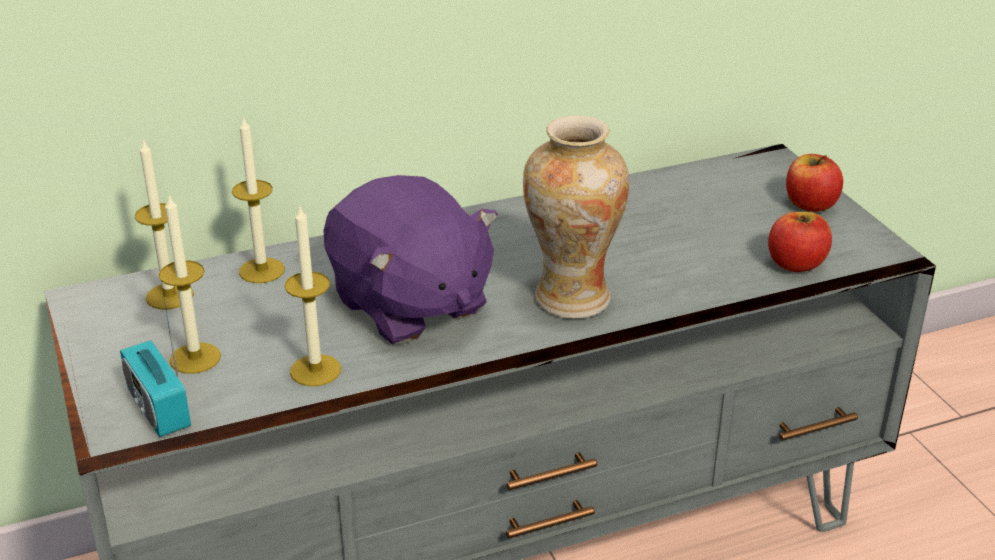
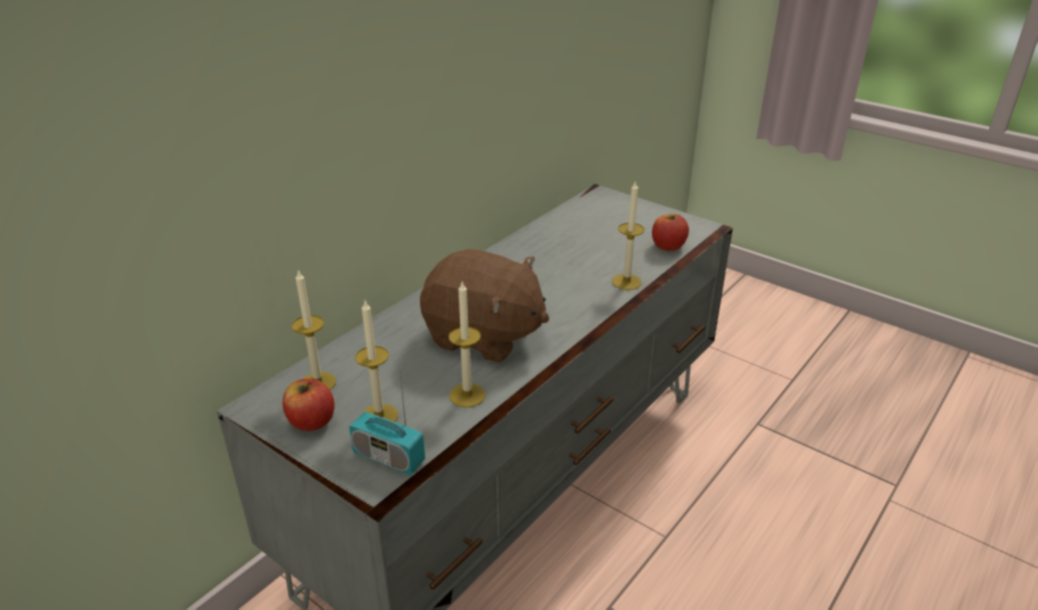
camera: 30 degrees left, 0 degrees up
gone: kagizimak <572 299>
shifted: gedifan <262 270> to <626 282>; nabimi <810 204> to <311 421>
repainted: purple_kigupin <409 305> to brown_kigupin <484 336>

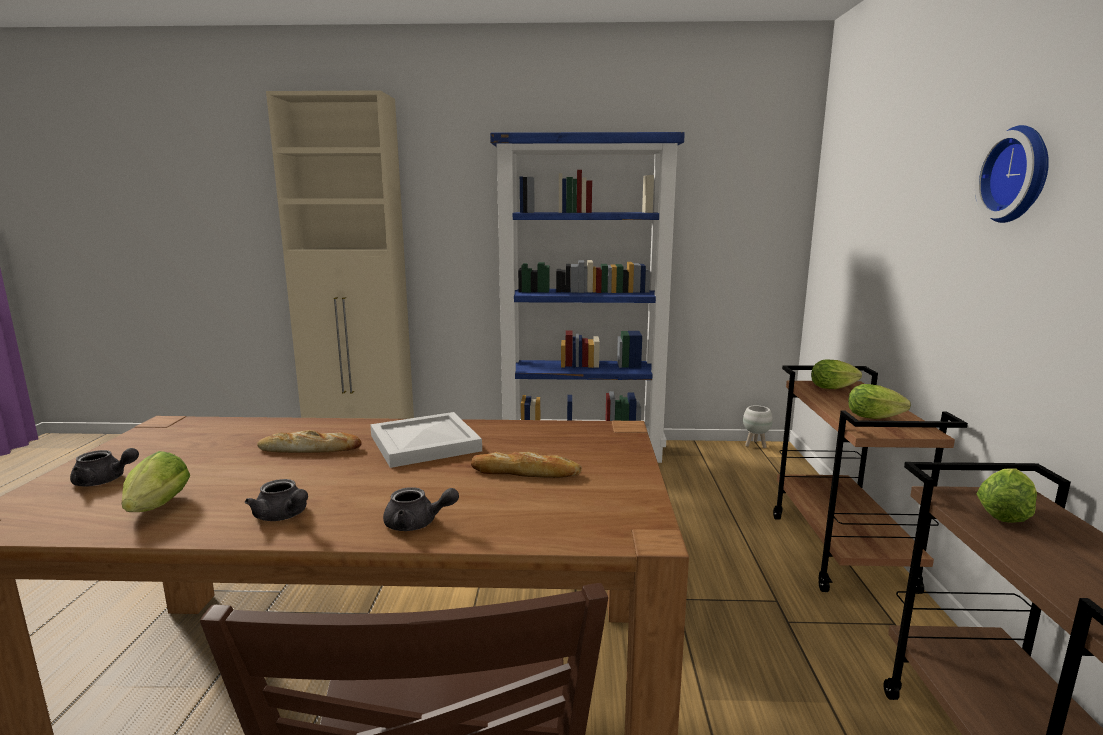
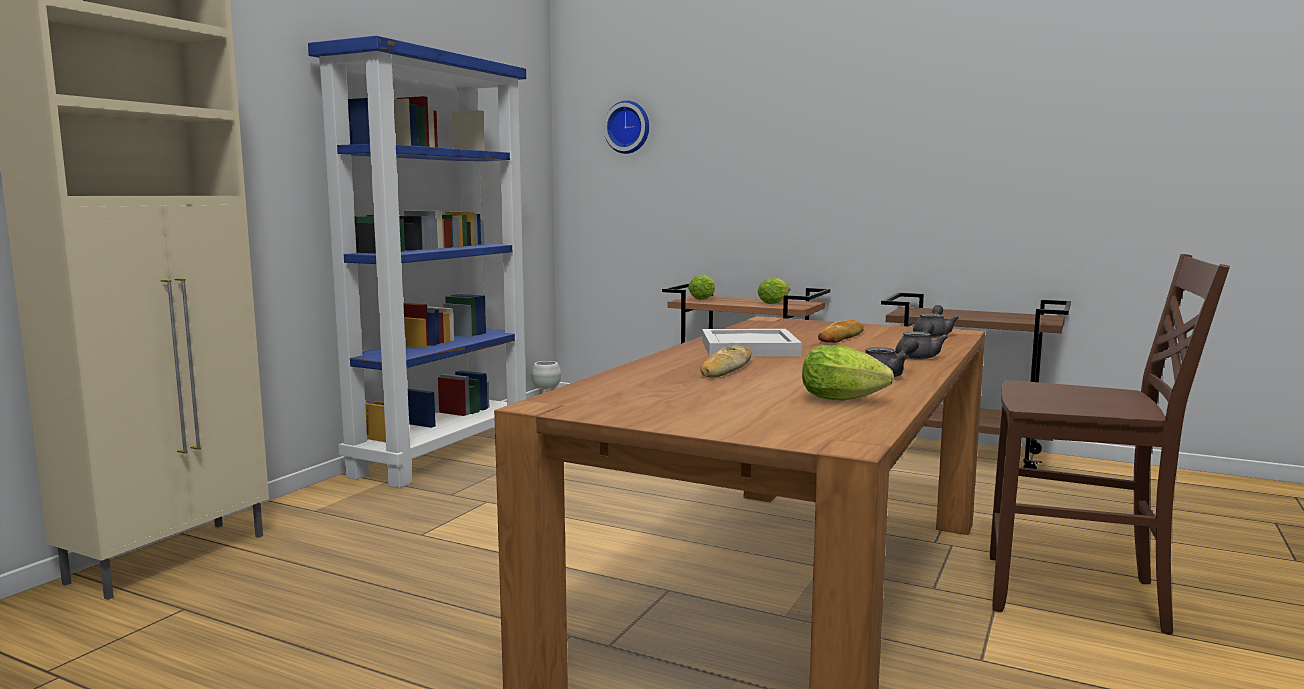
camera: 65 degrees left, 5 degrees down
gone: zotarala <1004 513>
shifted: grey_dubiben <104 481> to <933 335>; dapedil <1019 175> to <628 127>

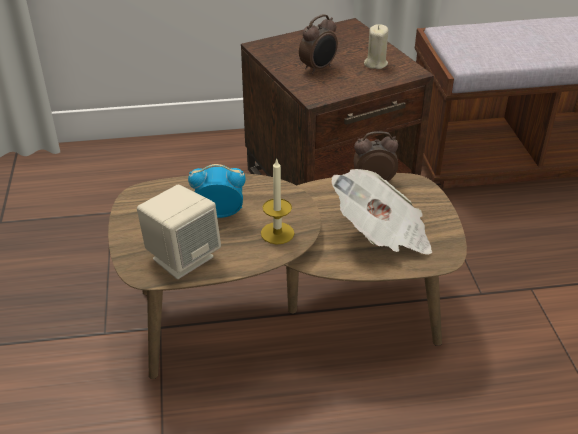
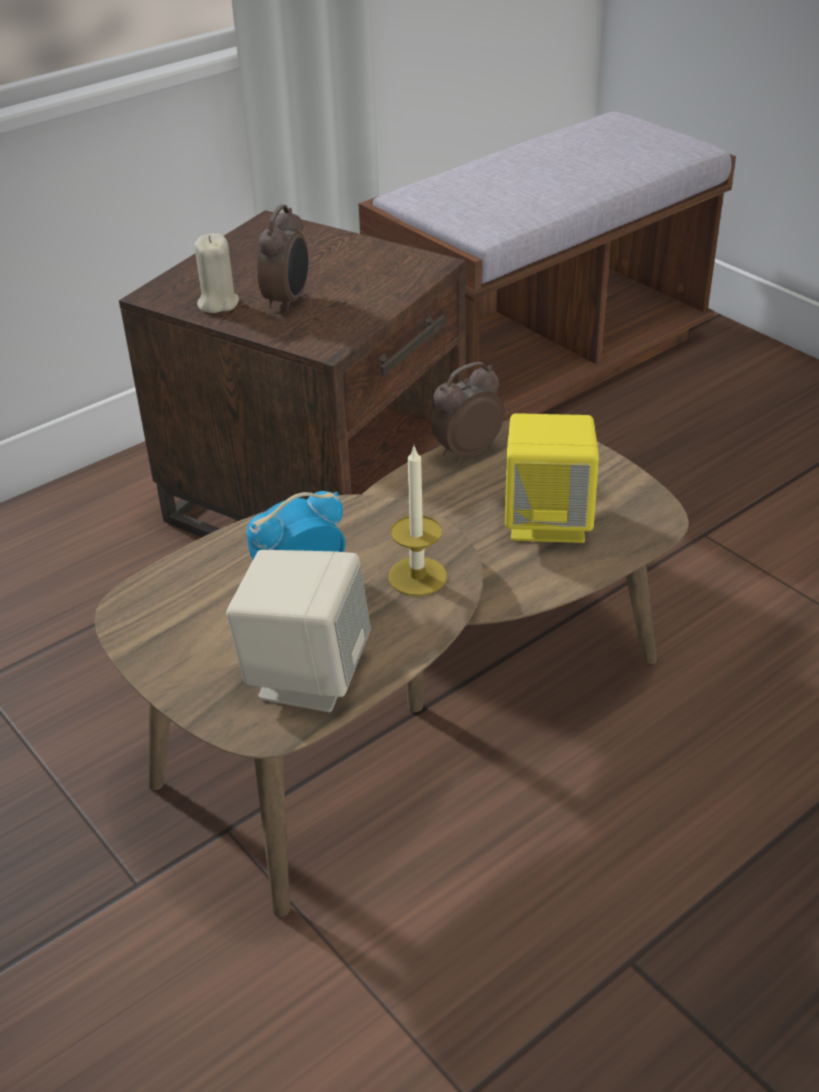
camera: 30 degrees left, 0 degrees up
shifted: beige_gedifan <375 63> to <218 303>
swapped: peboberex <382 234> to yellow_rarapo <548 521>

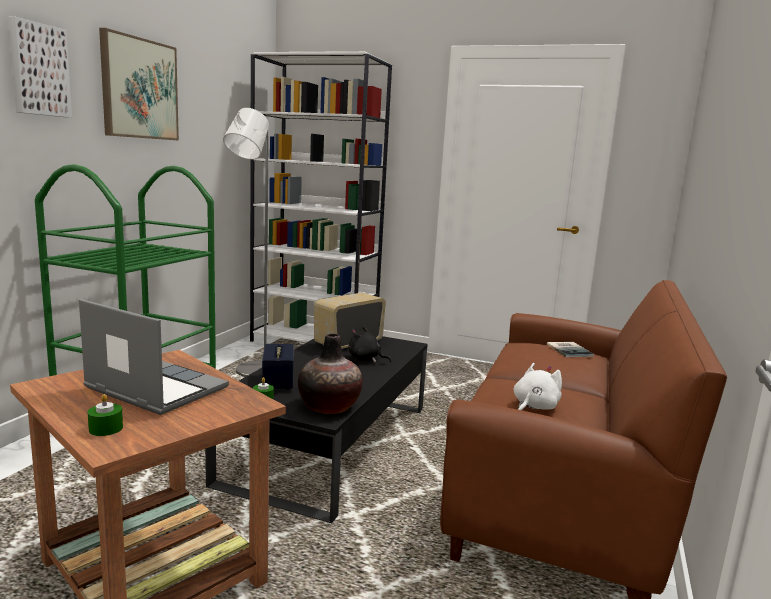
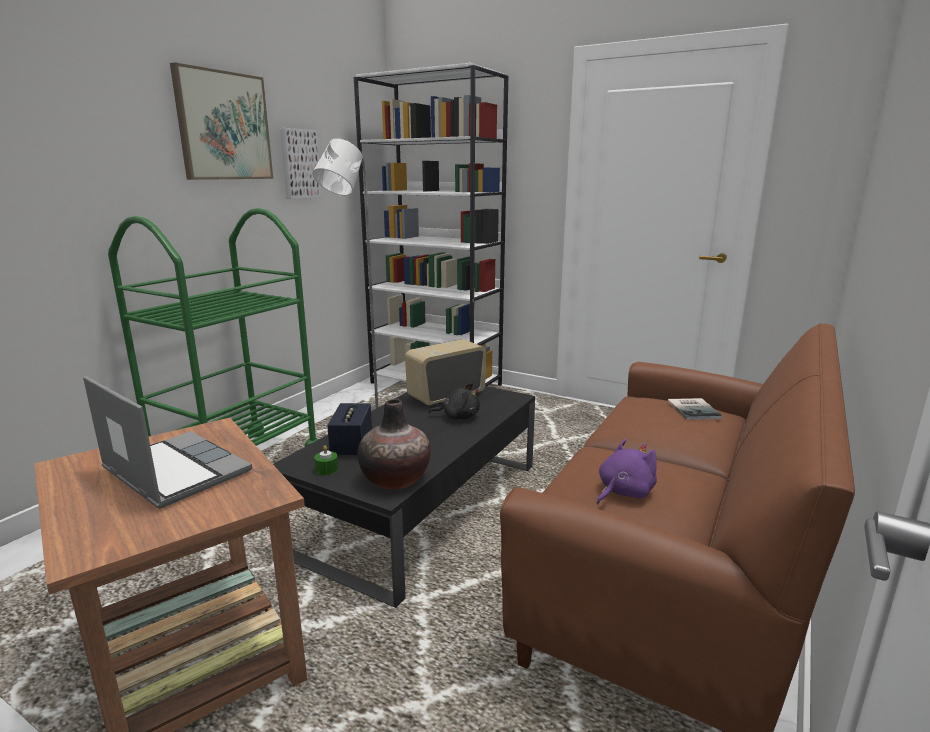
camera: 10 degrees right, 5 degrees up
gone: green_gedifan <106 428>
shifted: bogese <38 70> to <299 164>
repainted: white_kigupin <534 406> to purple_kigupin <623 492>
rotated: black_kigupin <366 359> = <458 416> 150 degrees clockwise

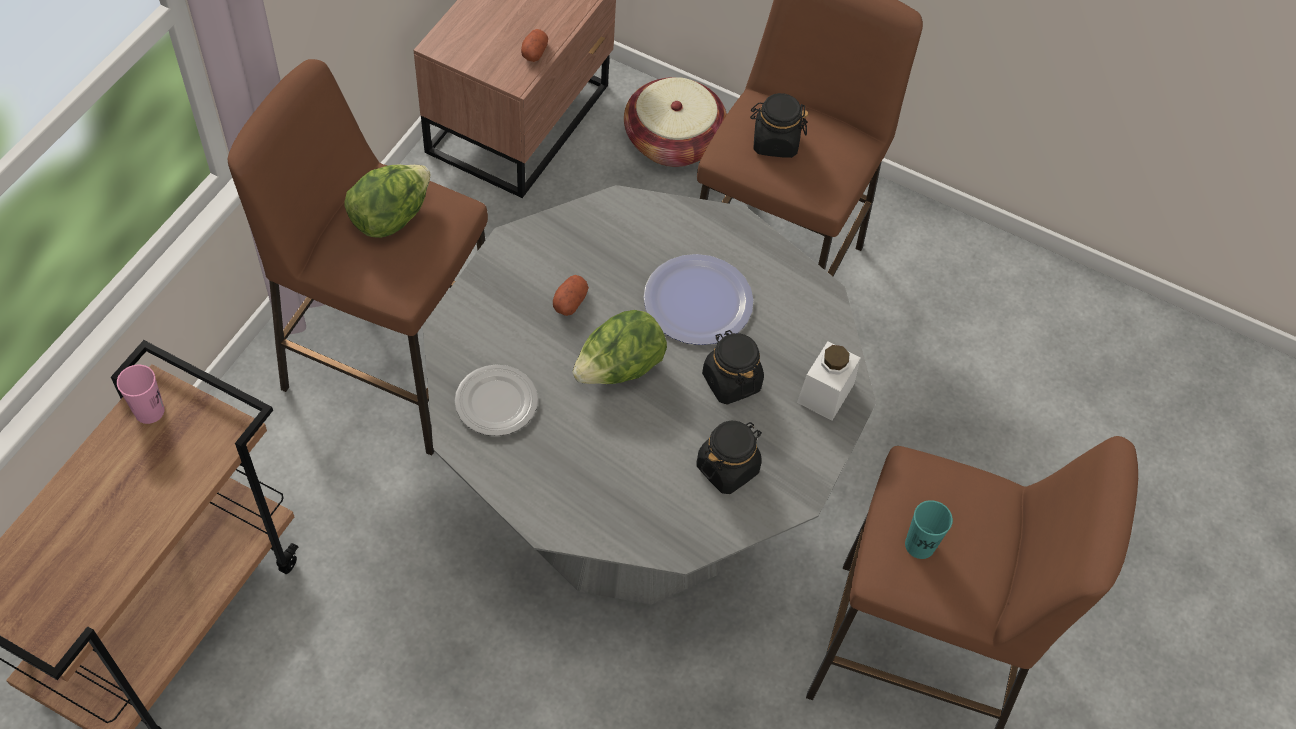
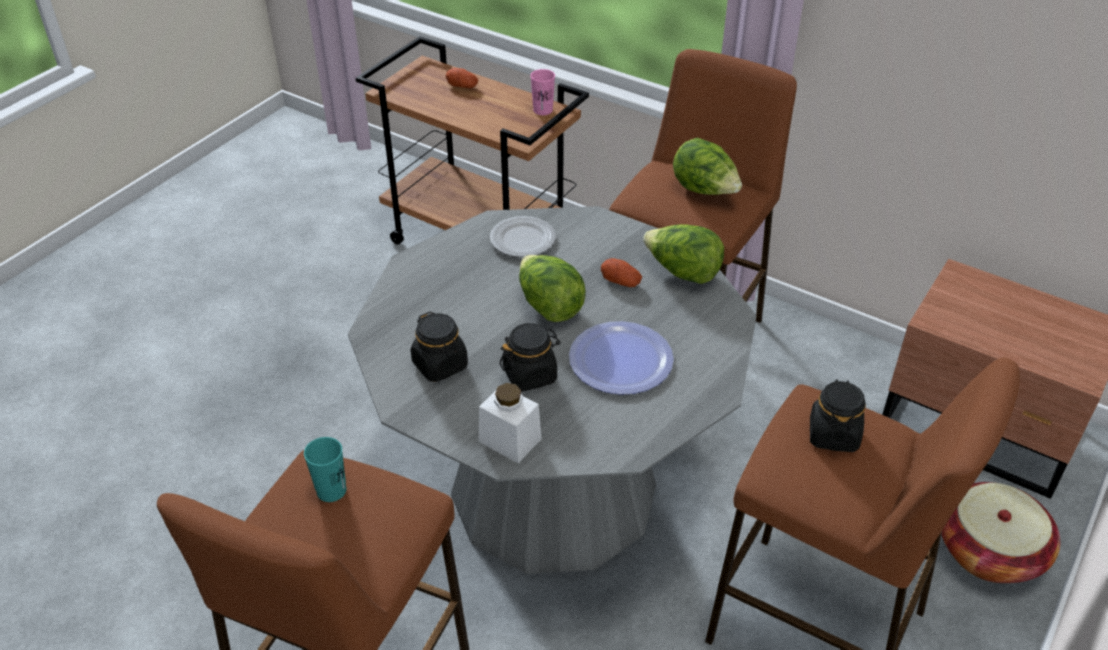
camera: 100 degrees right, 15 degrees down
new: zotarala <682 273>
shifted: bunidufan <534 52> to <462 86>

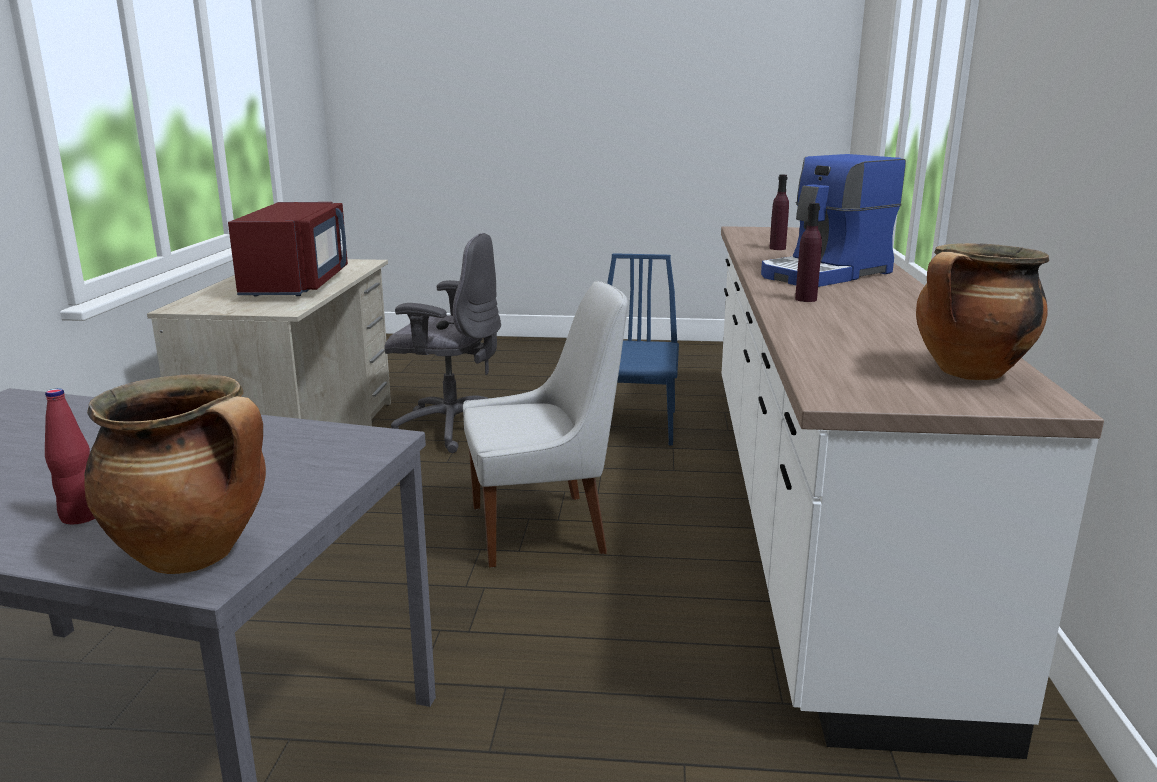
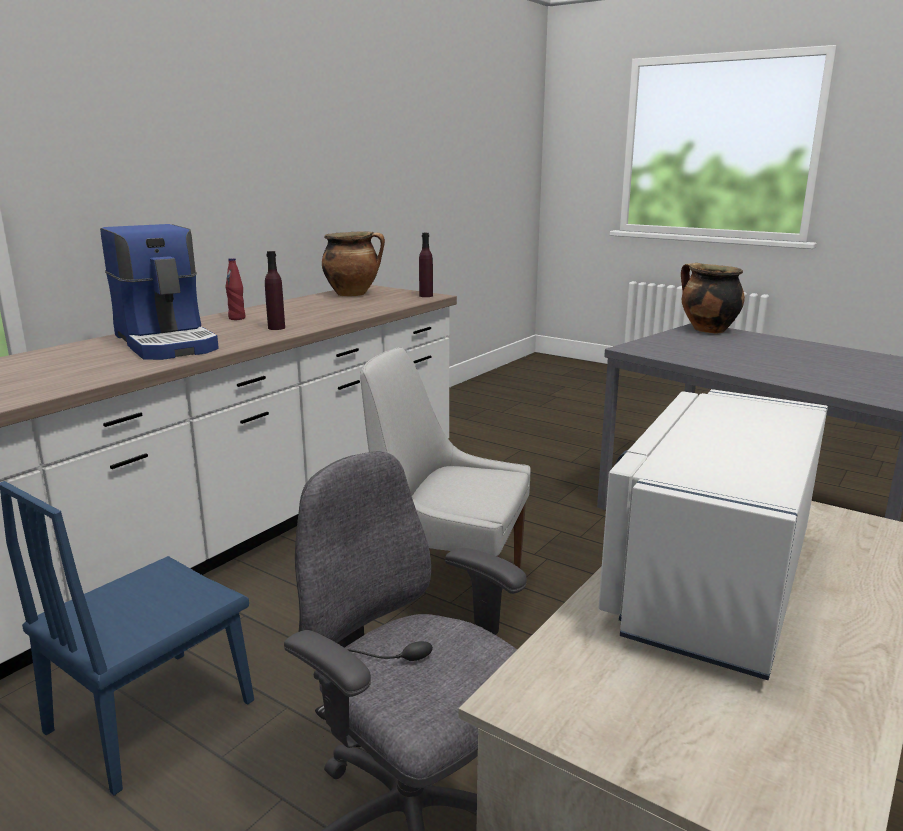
camera: 150 degrees left, 0 degrees up
shifted: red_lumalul <80 516> to <237 318>; purple_lumalul <777 248> to <426 296>
repainted: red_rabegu <298 284> to white_rabegu <710 580>
rotated: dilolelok <826 274> = <168 343> 60 degrees clockwise

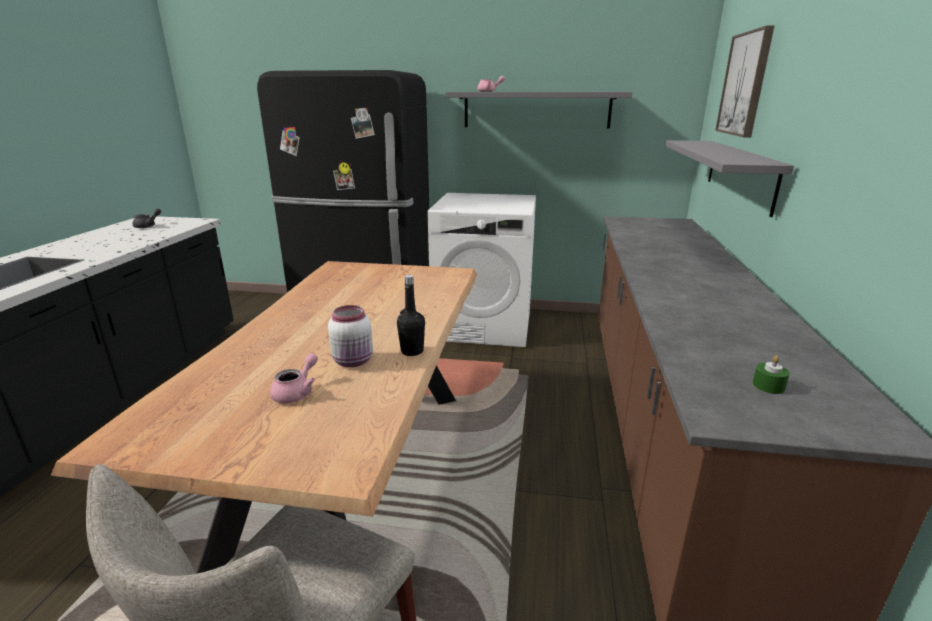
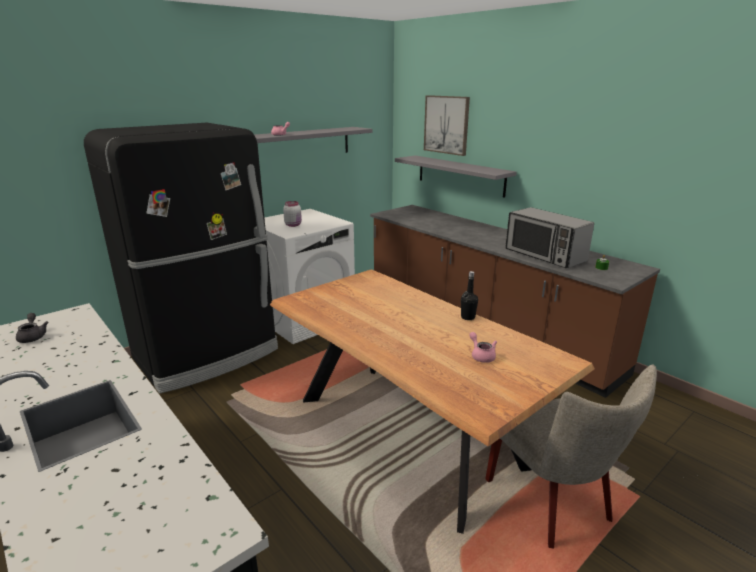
camera: 50 degrees left, 0 degrees up
new: rabegu <544 255>
shifted: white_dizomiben <354 361> to <293 225>

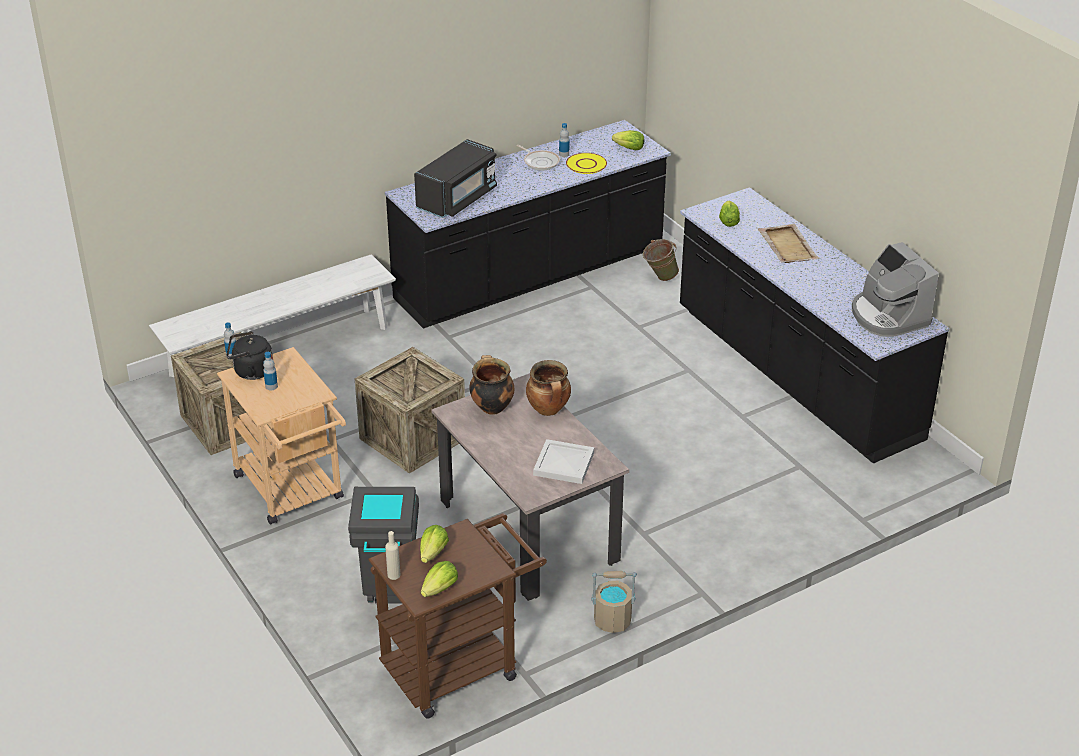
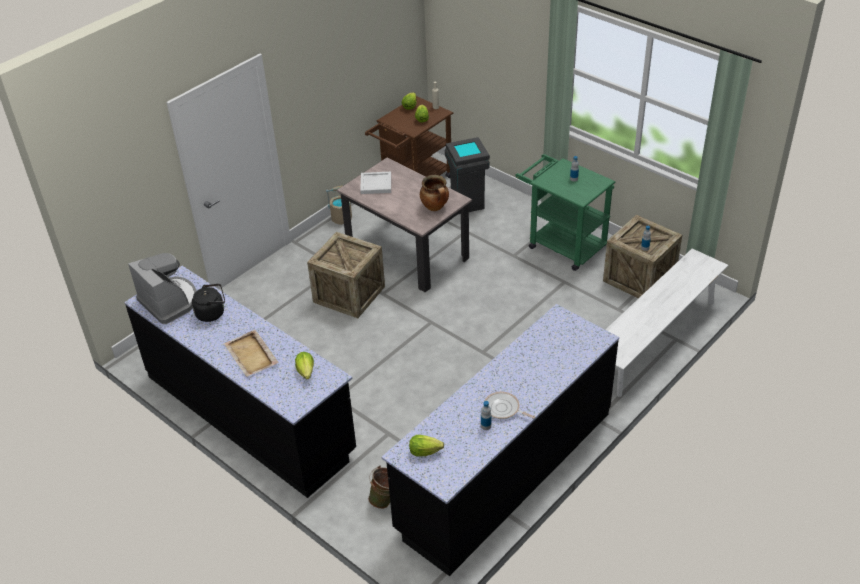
camera: 165 degrees right, 5 degrees up
gone: black_rabegu <457 198>; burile <549 410>; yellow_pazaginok <586 164>
shifted: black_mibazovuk <251 371> to <212 313>; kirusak <412 439> to <349 294>
repainted: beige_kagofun <293 492> to green_kagofun <561 244>

